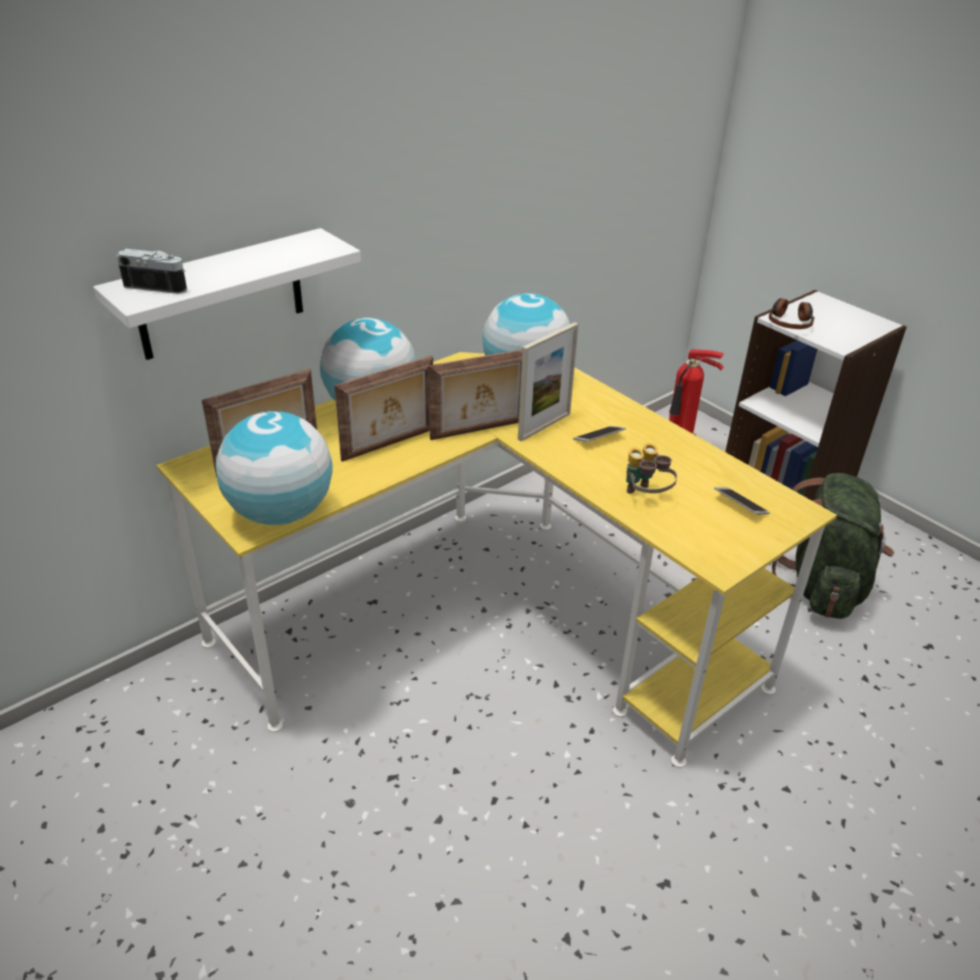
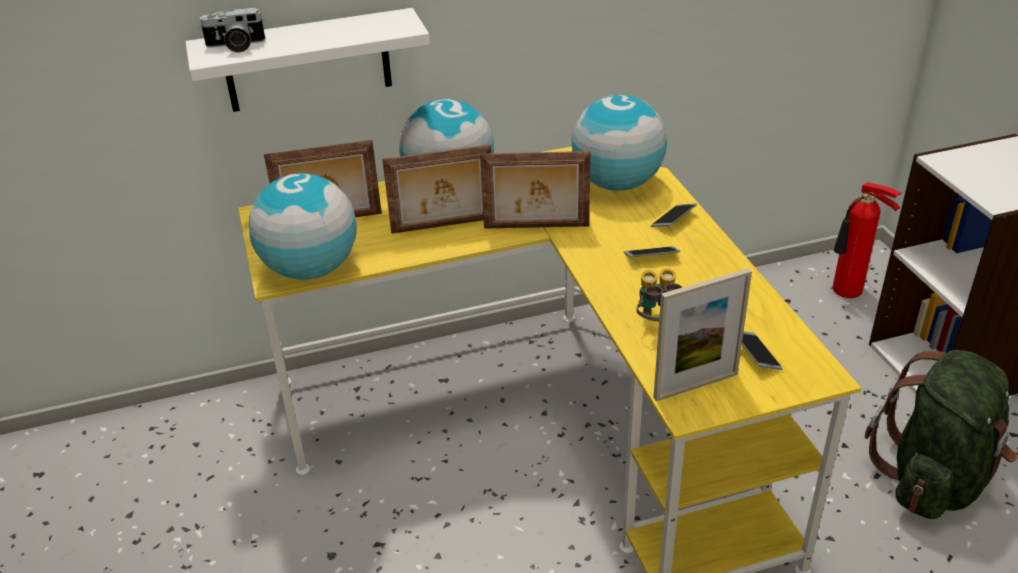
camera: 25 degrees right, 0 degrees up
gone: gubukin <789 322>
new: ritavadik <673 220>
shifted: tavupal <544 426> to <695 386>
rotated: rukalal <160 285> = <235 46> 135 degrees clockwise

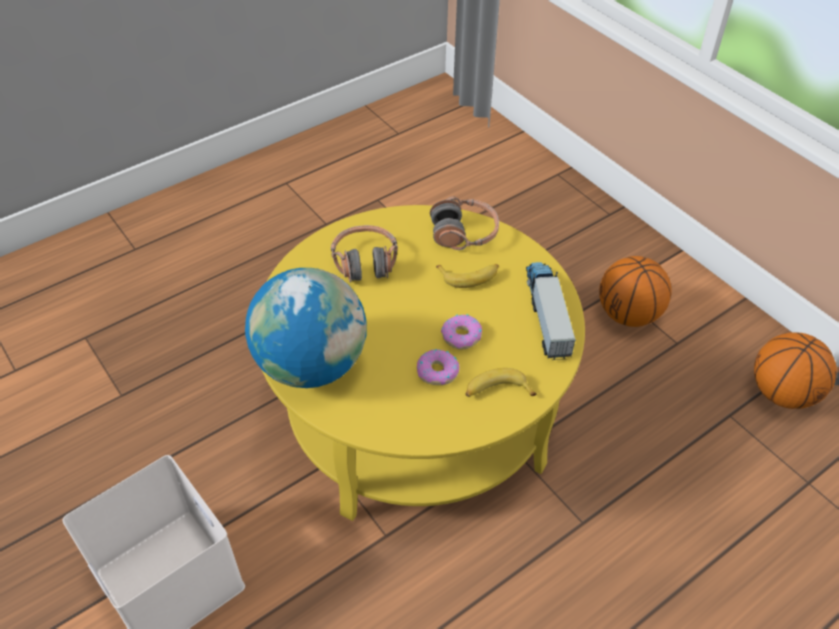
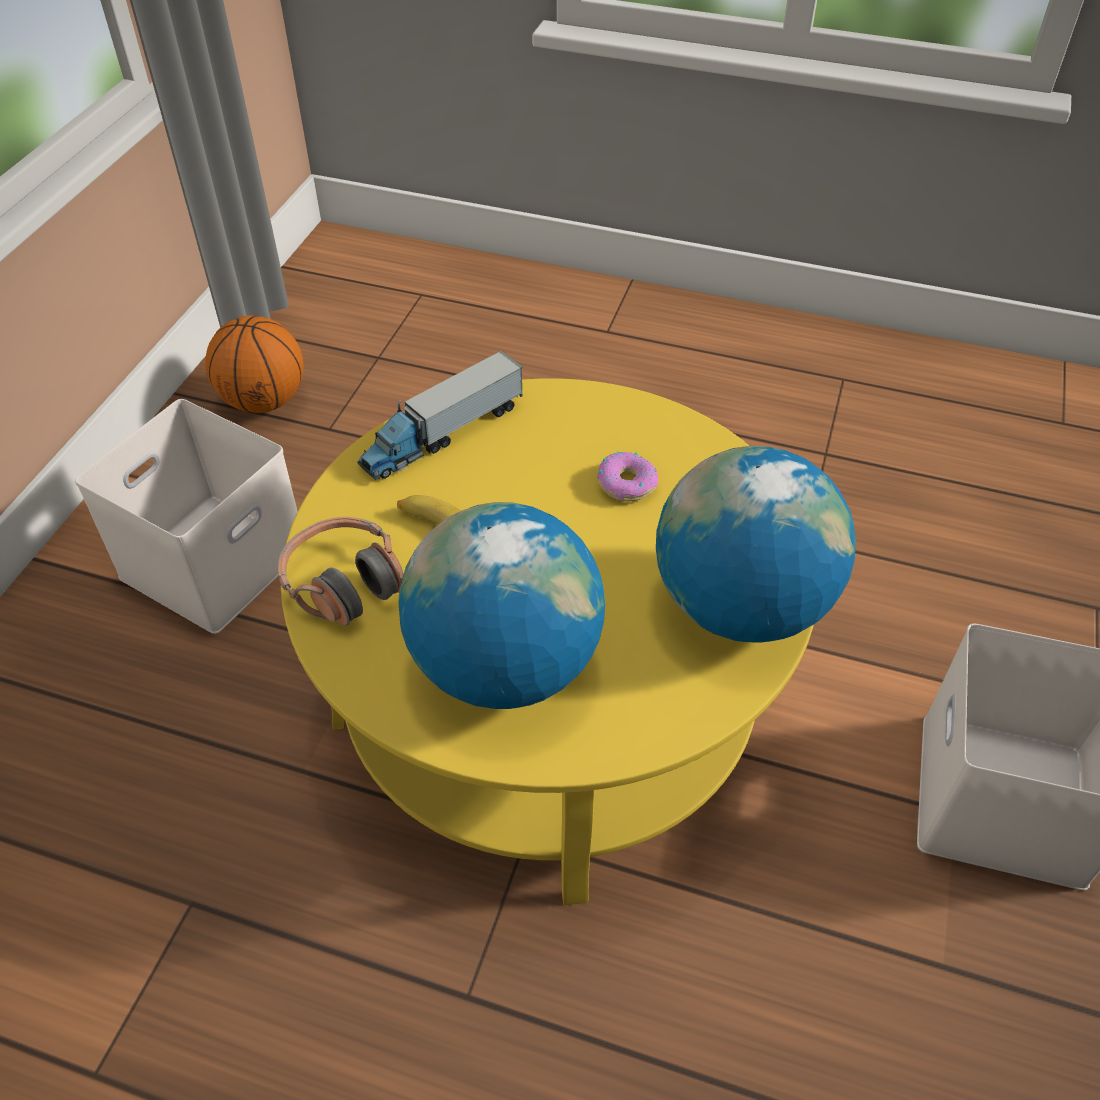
camera: 125 degrees left, 0 degrees up
gone: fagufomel <461 336>; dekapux <497 391>
swapped: gubukin <365 262> to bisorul <504 664>; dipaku <628 314> to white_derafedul <214 564>

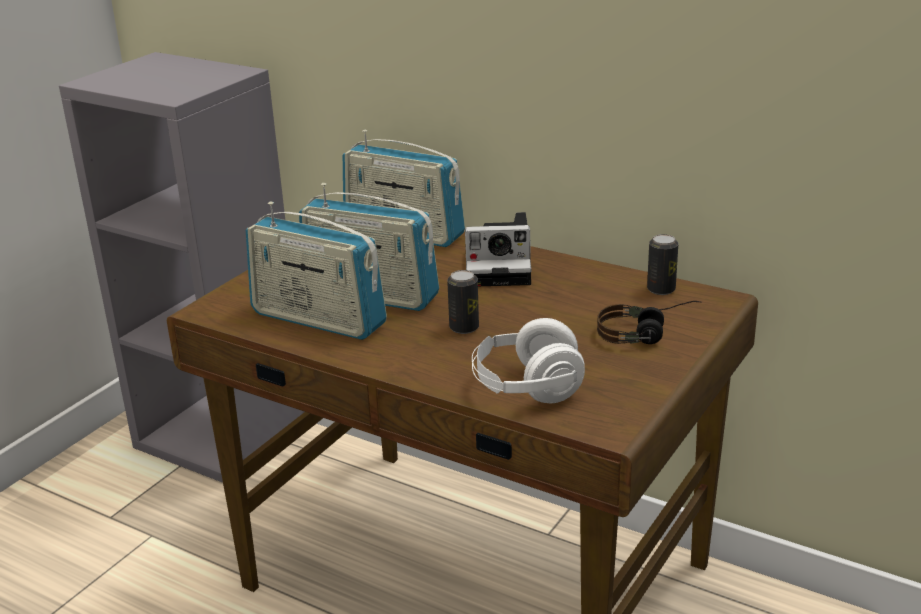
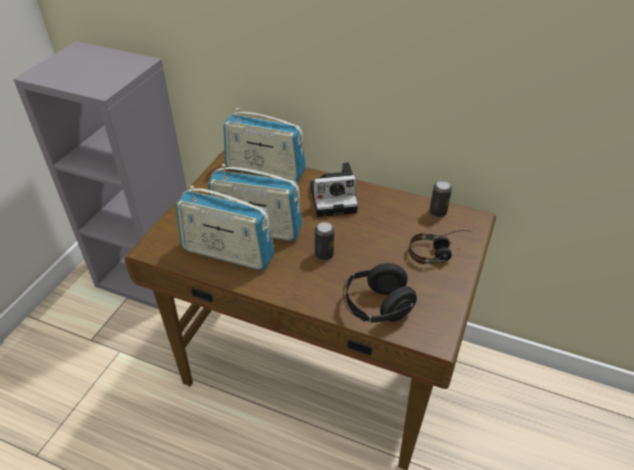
camera: 10 degrees left, 15 degrees up
repainted: white_gubukin <526 388> to black_gubukin <376 307>

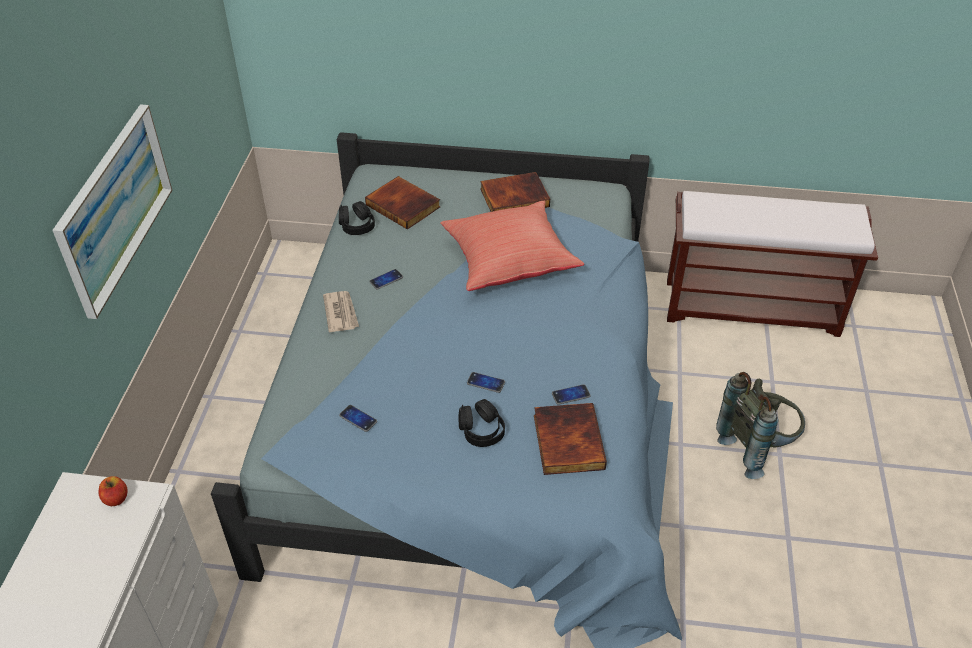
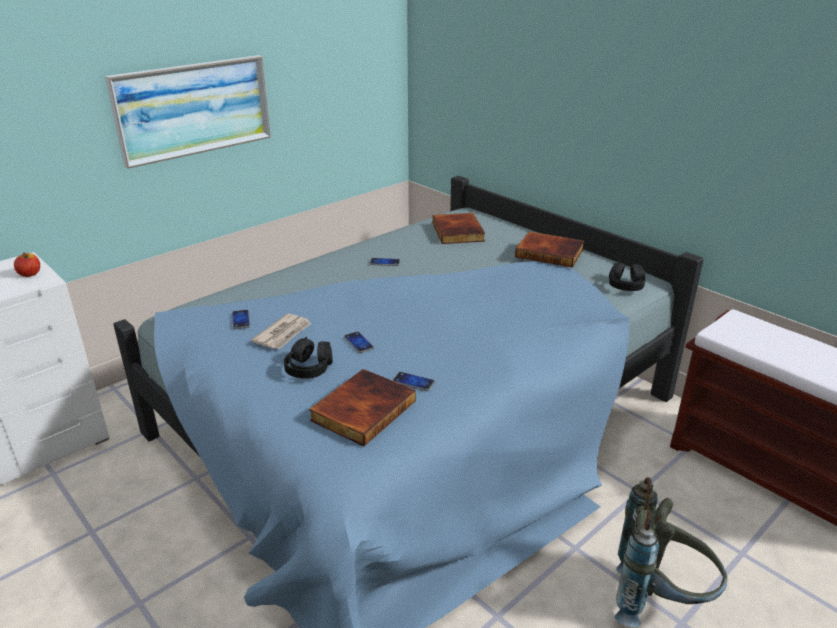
camera: 40 degrees right, 15 degrees down
gone: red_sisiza <508 261>
shifted: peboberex <341 313> to <283 334>; black_gubukin <357 225> to <625 285>

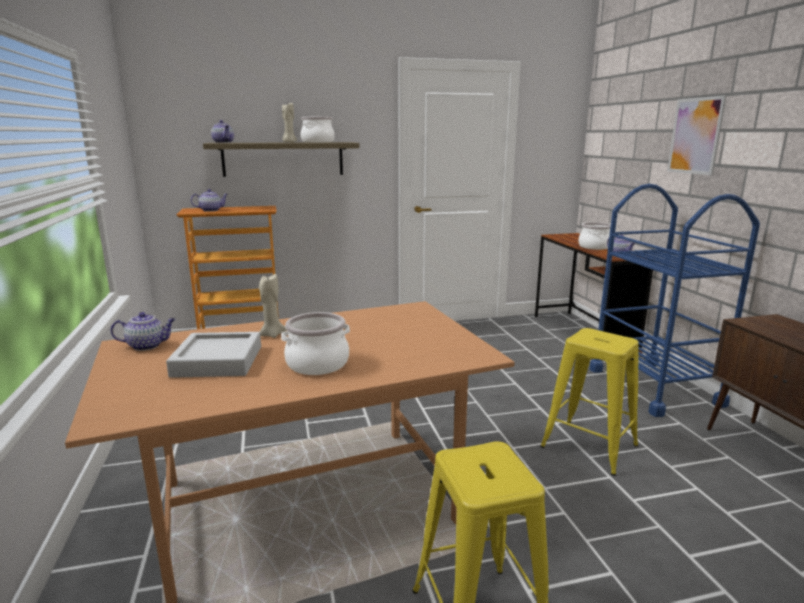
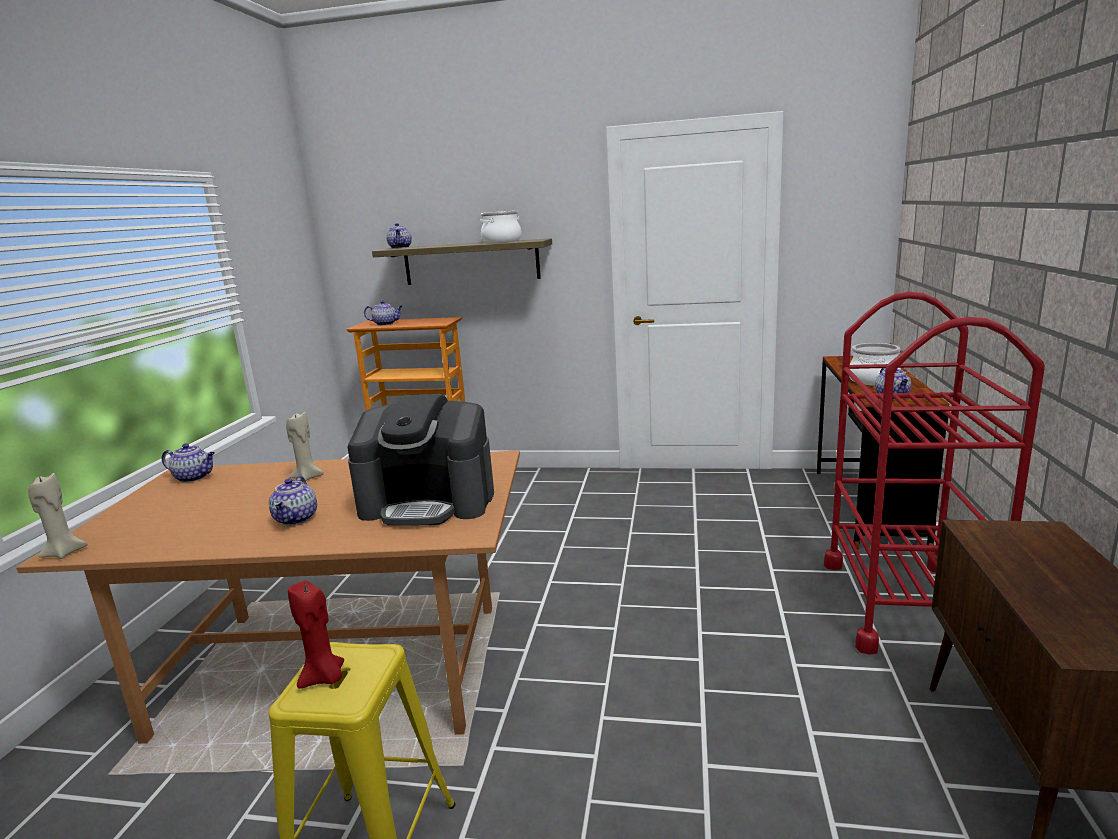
camera: 25 degrees right, 0 degrees up
gone: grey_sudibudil <218 361>; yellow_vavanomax <589 446>; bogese <695 136>
new: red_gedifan <324 678>; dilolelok <429 502>
shifted: beige_gedifan <289 142> to <64 553>
swapped: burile <317 364> to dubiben <297 518>
repainted: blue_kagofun <654 386> to red_kagofun <905 605>

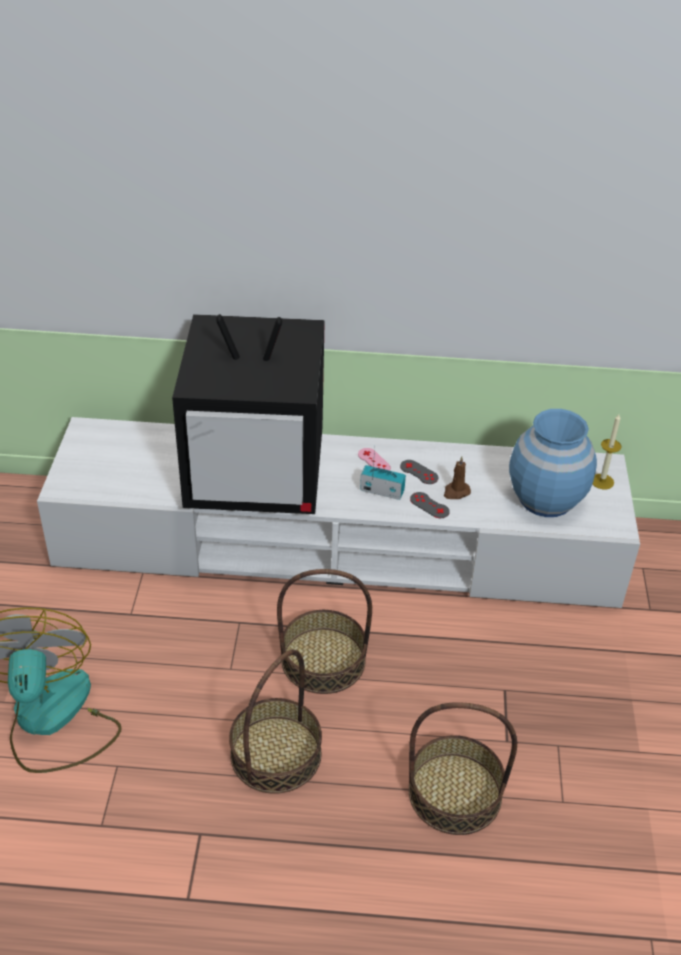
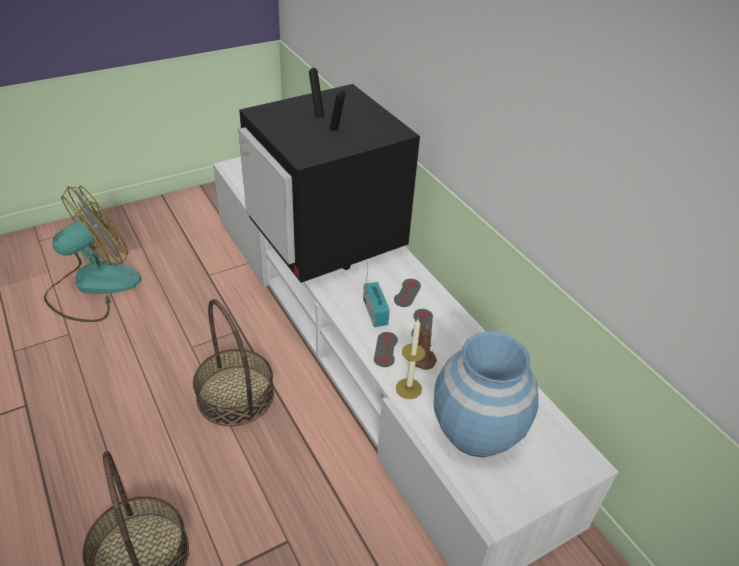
camera: 55 degrees right, 0 degrees up
gone: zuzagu <275 754>
shifted: gedifan <602 481> to <408 388>
repainted: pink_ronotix <374 461> to grey_ronotix <407 293>

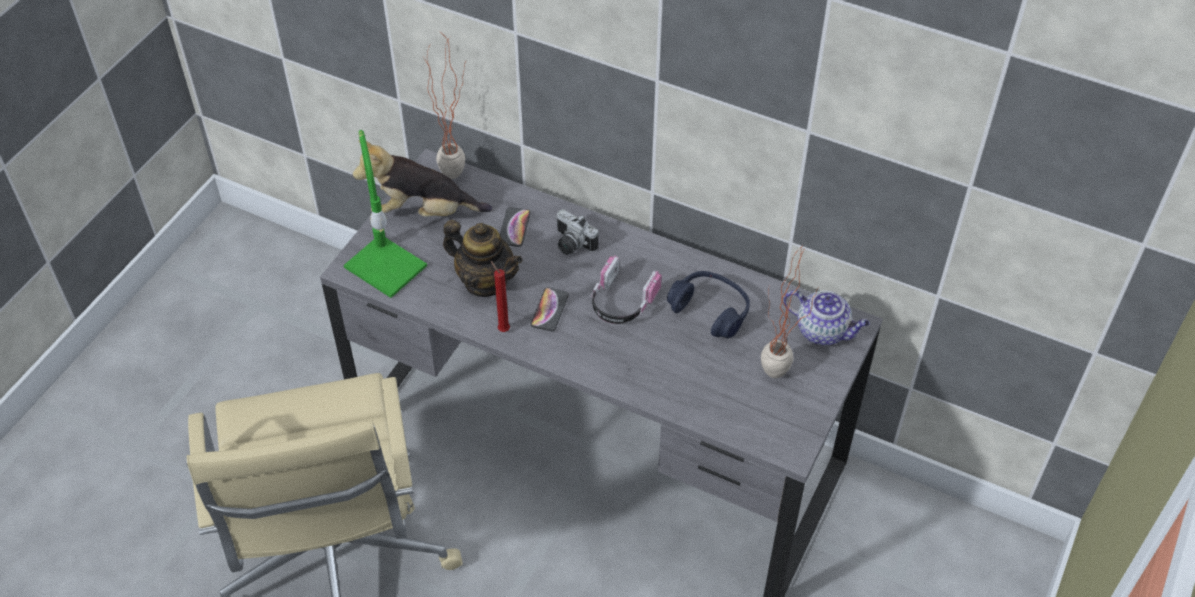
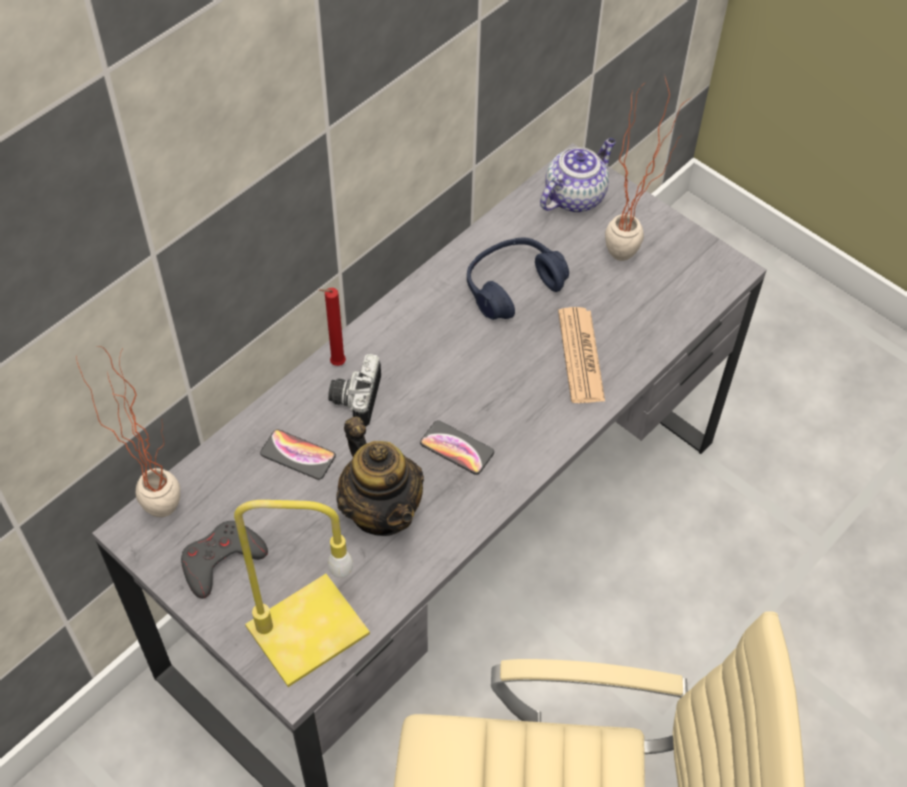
camera: 75 degrees left, 5 degrees up
gone: gubukin <621 302>
new: peboberex <581 356>
shifted: red_gedifan <502 329> to <335 364>
swapped: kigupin <423 212> to grey_ronotix <221 560>
repainted: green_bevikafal <383 266> to yellow_bevikafal <305 632>
rotated: dubiben <485 281> = <382 510> 105 degrees clockwise; rukalal <571 244> = <354 398> 135 degrees clockwise

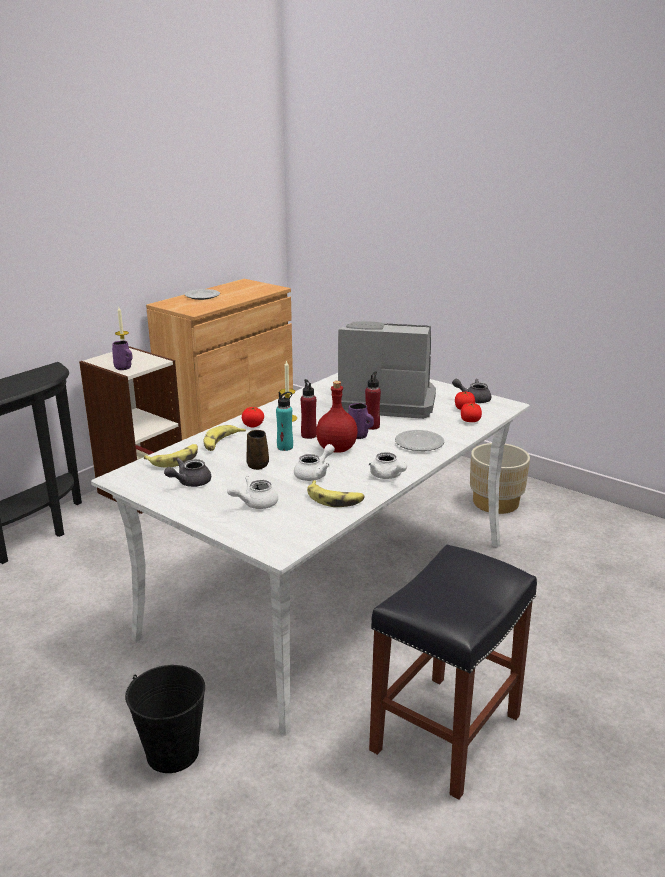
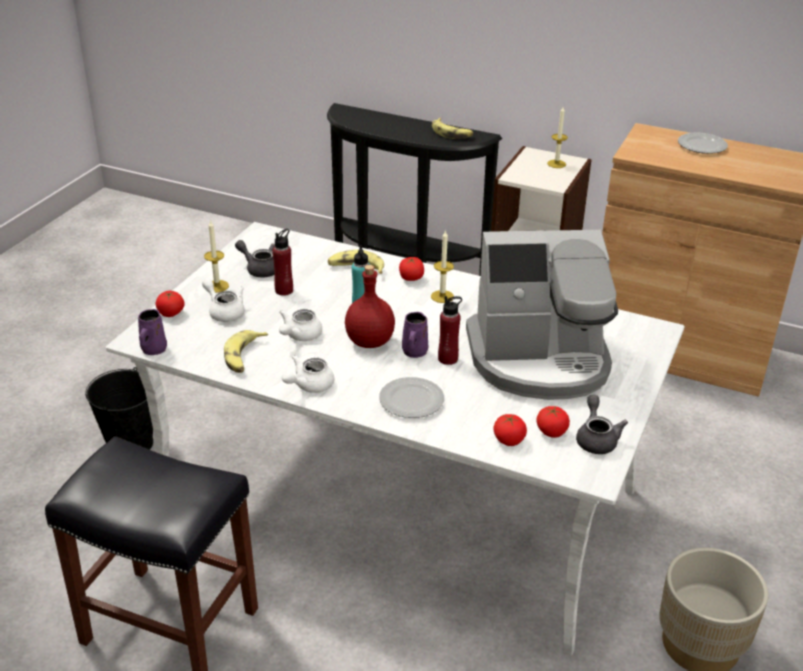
camera: 75 degrees right, 10 degrees up
gone: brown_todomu <258 464>
new: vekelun <171 313>; gedifan <217 286>
shifted: purple_todomu <123 368> to <153 350>; dekapux <175 460> to <451 133>; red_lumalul <308 435> to <284 290>
rotated: white_dubiben <314 474> = <299 336> 90 degrees clockwise; dilolelok <385 401> = <539 360> 90 degrees clockwise

